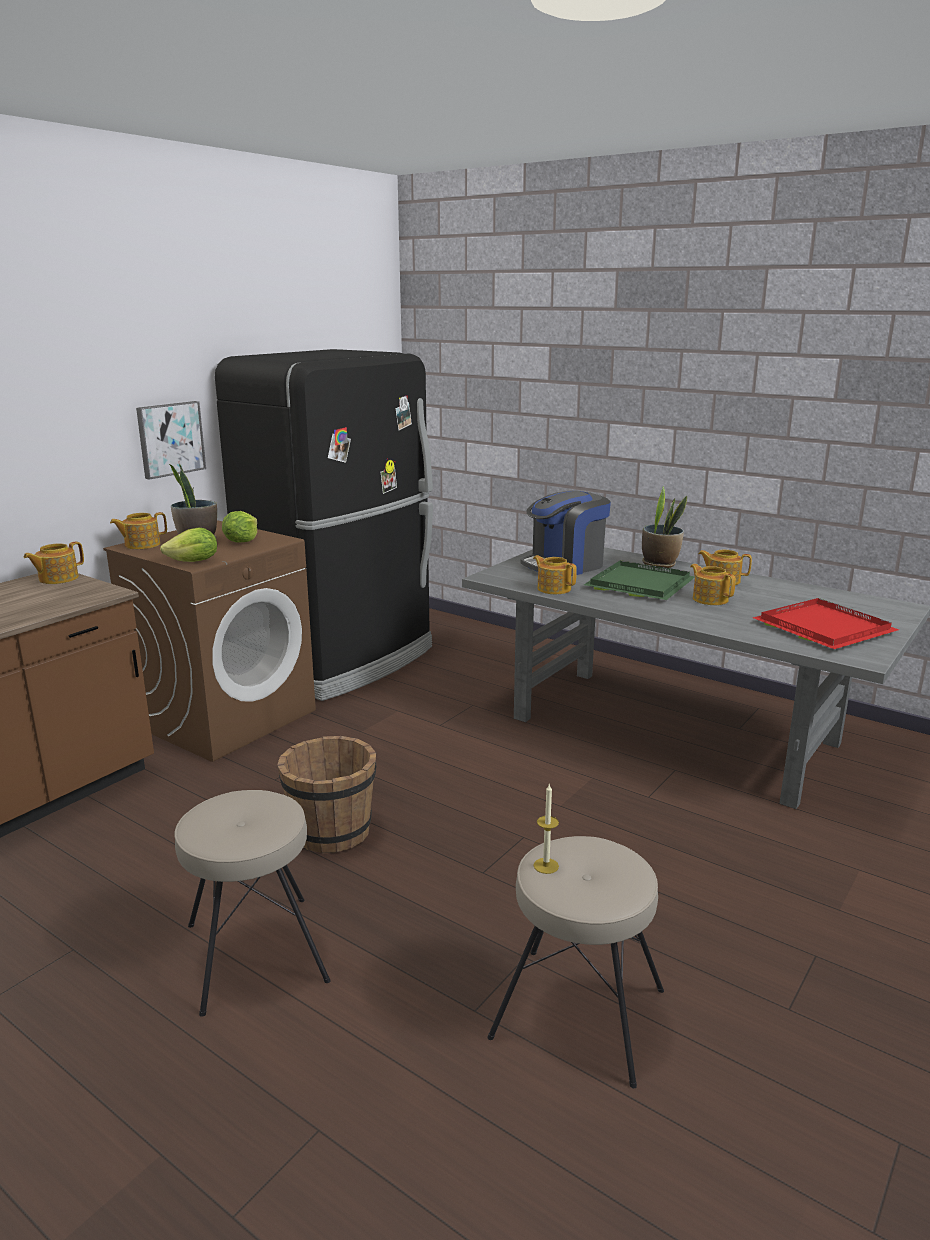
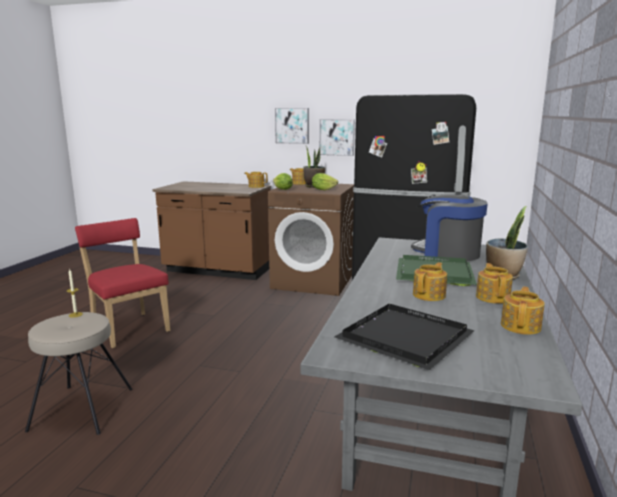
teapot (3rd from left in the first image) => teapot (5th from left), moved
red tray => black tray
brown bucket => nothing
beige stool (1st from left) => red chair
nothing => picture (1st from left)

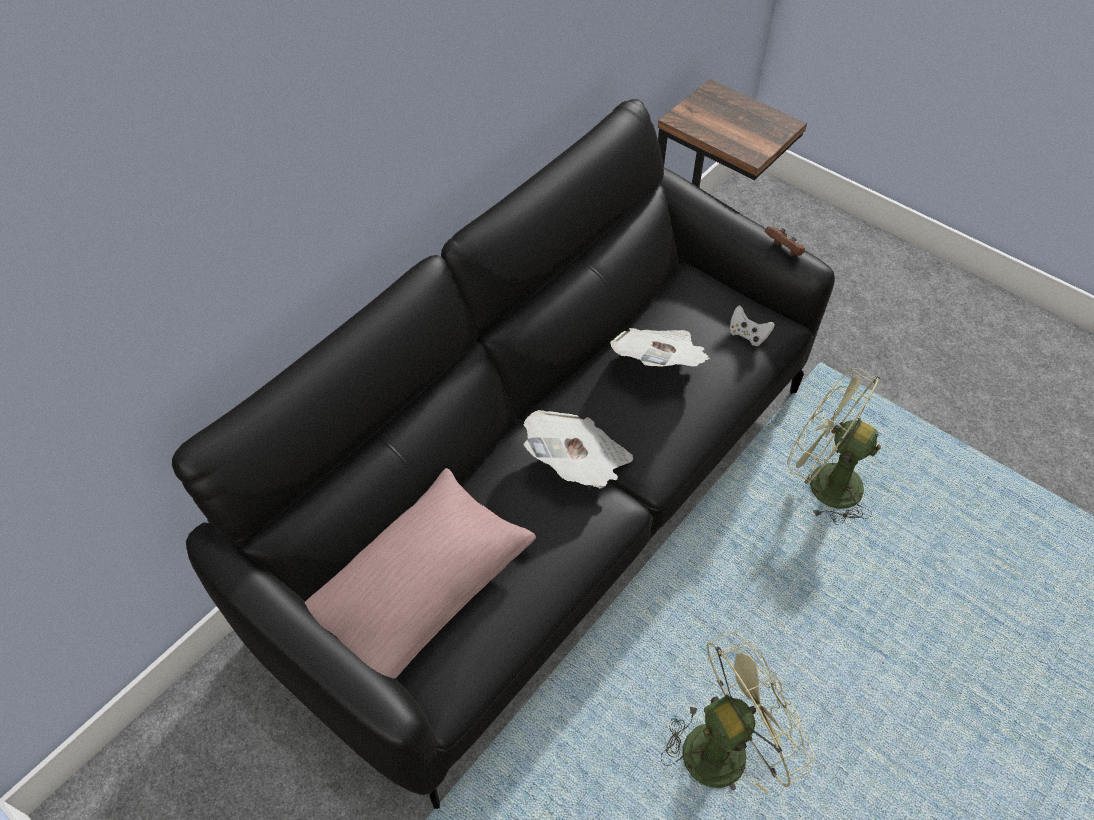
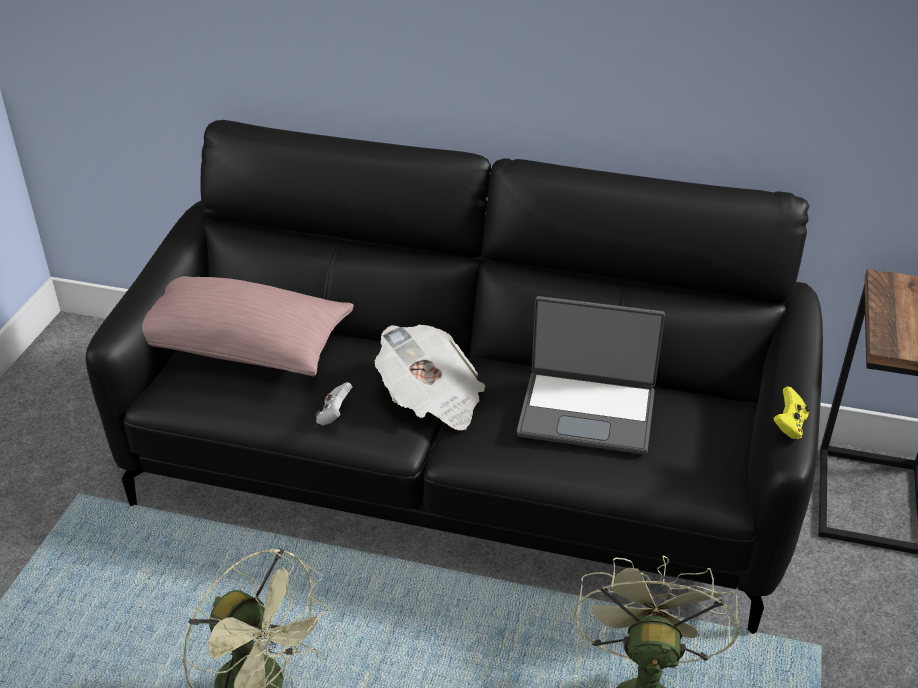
brown game controller => yellow game controller
white game controller, moved
newspaper (2nd from left) => laptop

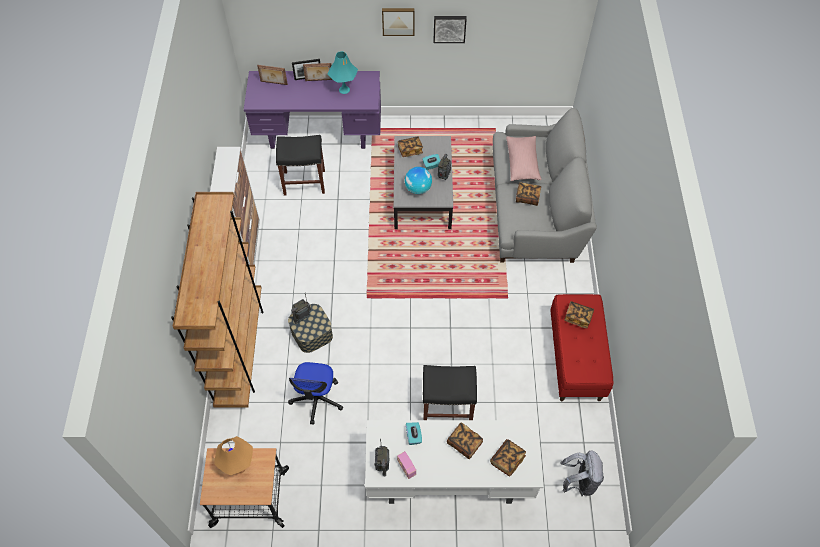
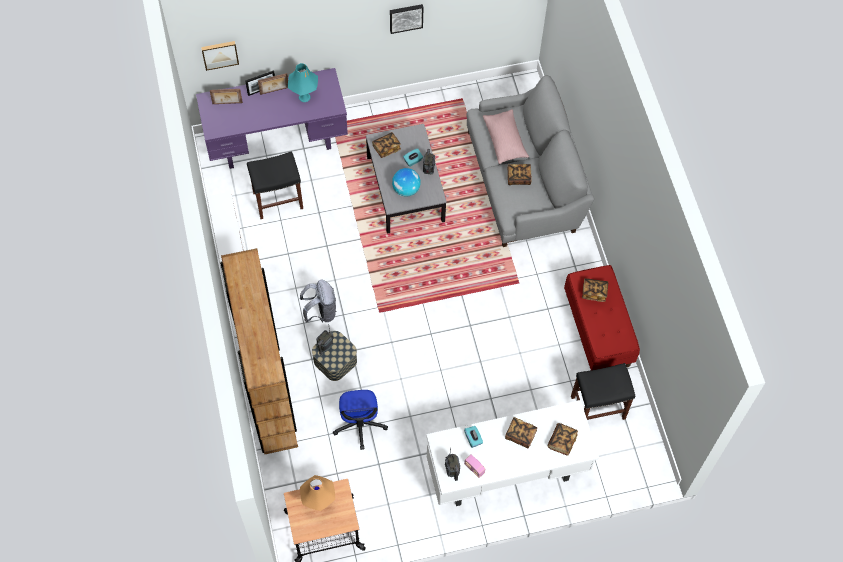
picture (1st from left), moved
black stool (2nd from left), moved
grey backpack, moved

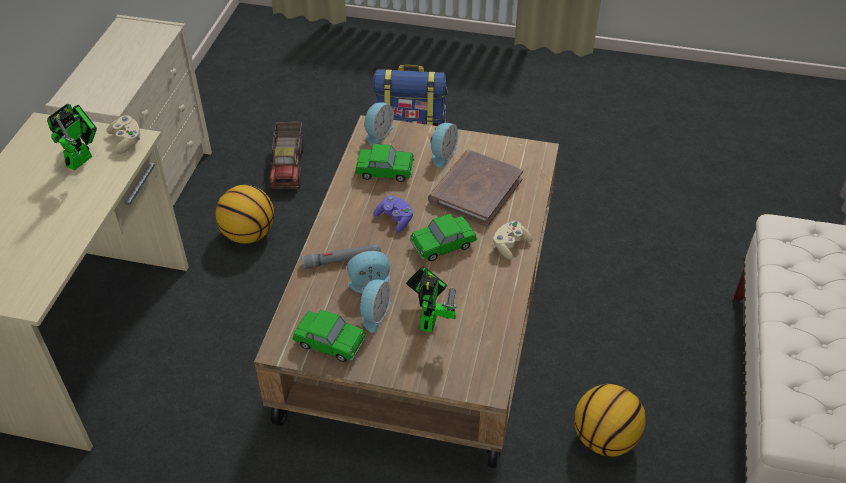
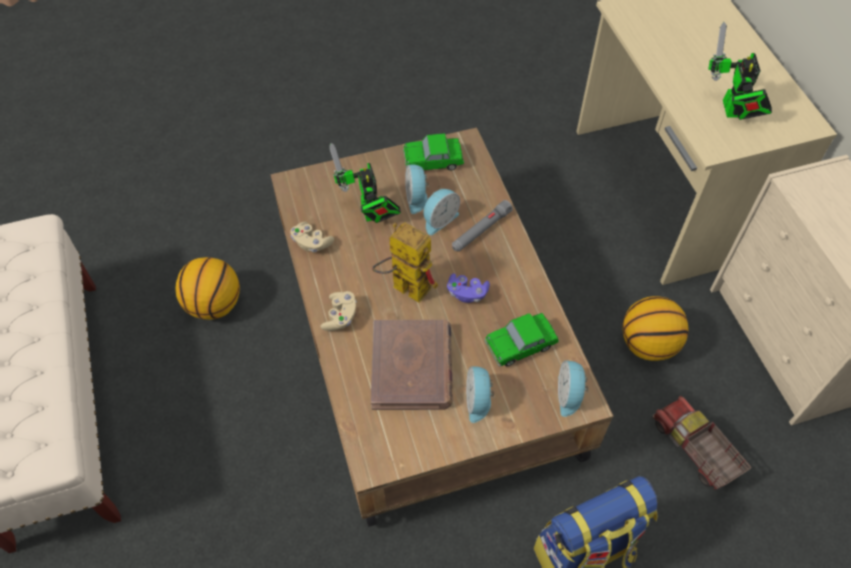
beige game controller (1st from left), moved
toy car (3rd from left) => toy robot (2nd from left)

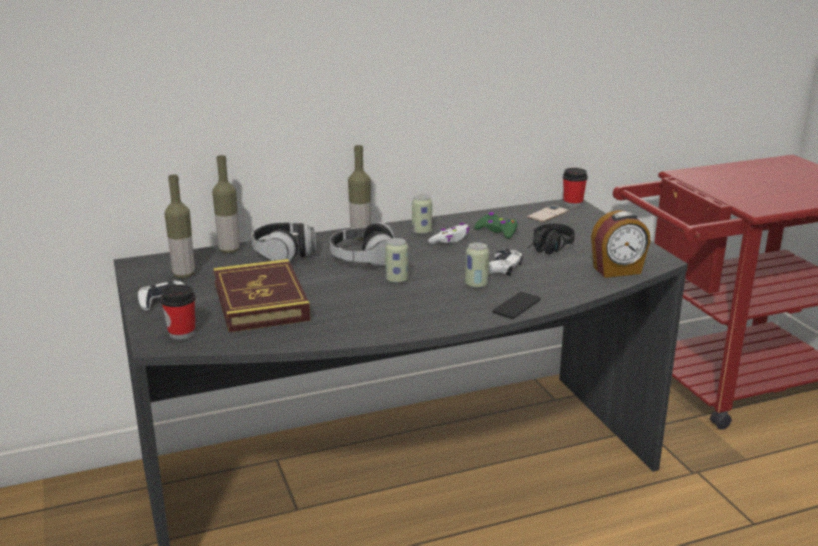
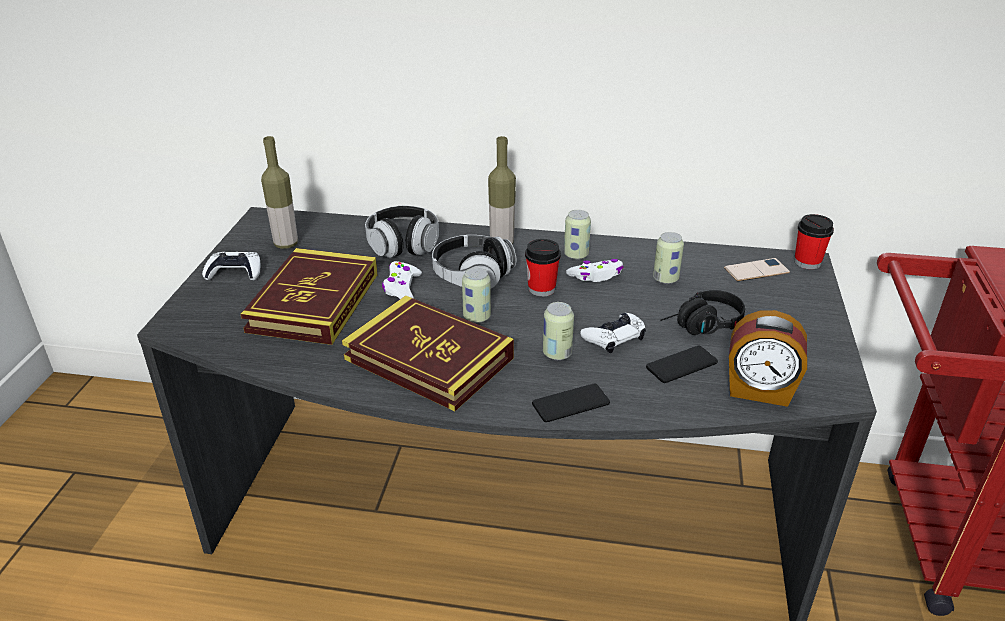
bottle (2nd from left) => nothing
green game controller => can (4th from left)
cup (1st from left), moved
nothing => white game controller (2nd from left)
nothing => book (2nd from left)
nothing => phone (2nd from left)

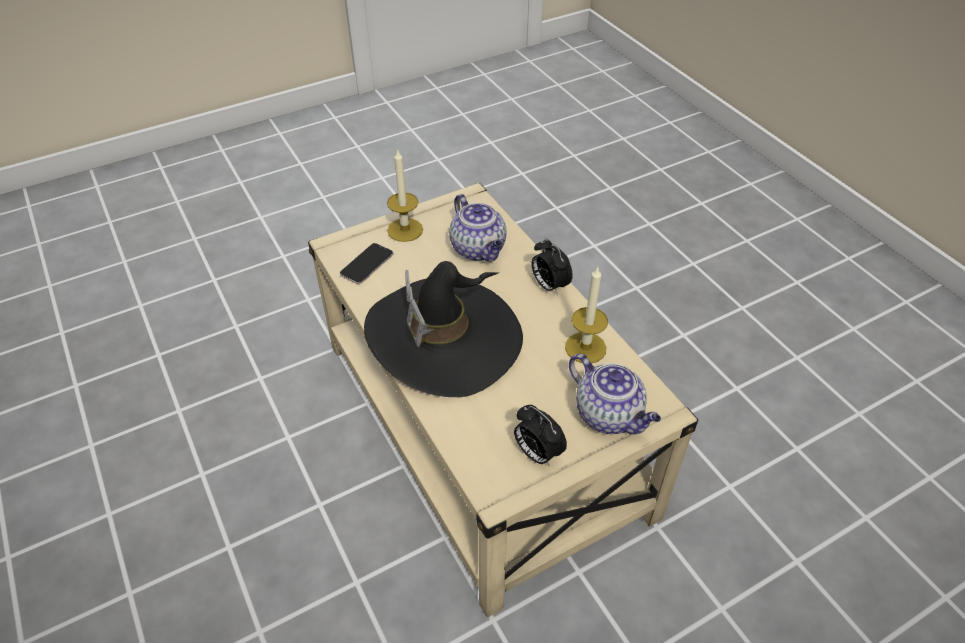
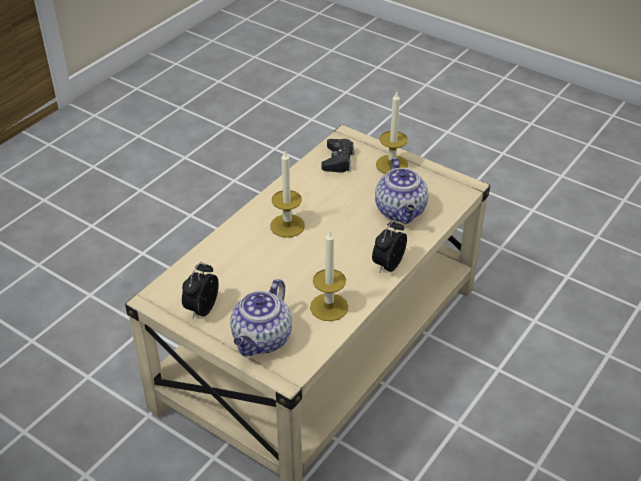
teapot (1st from left in the first image) => teapot (2nd from left), 45 degrees counterclockwise
phone => black game controller
black hat => candle (1st from left)

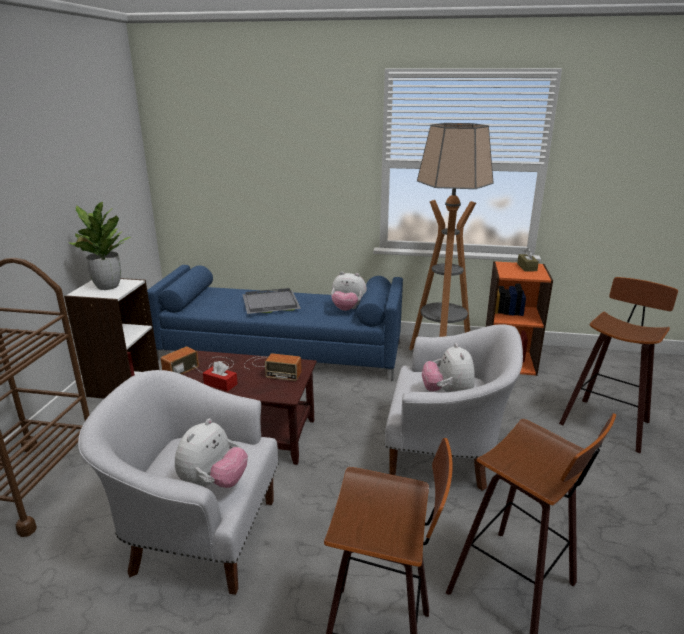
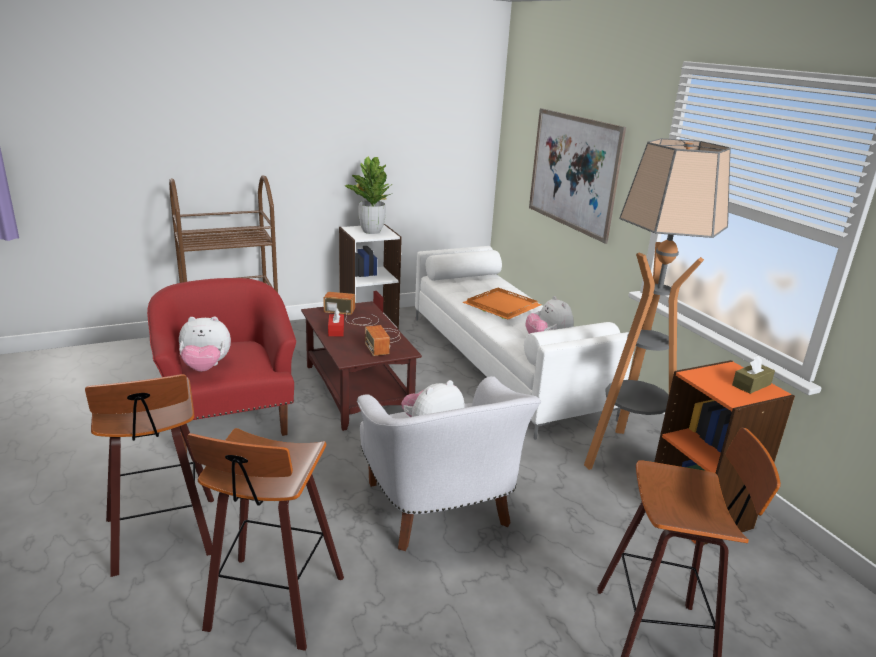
blue sofa => white sofa
grey tray => orange tray
white armchair (1st from left) => red armchair
nothing => picture

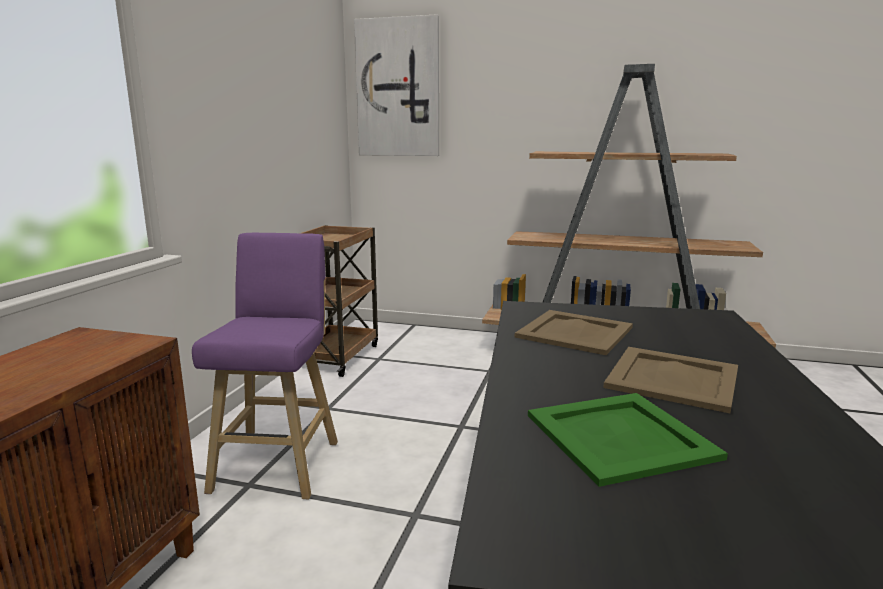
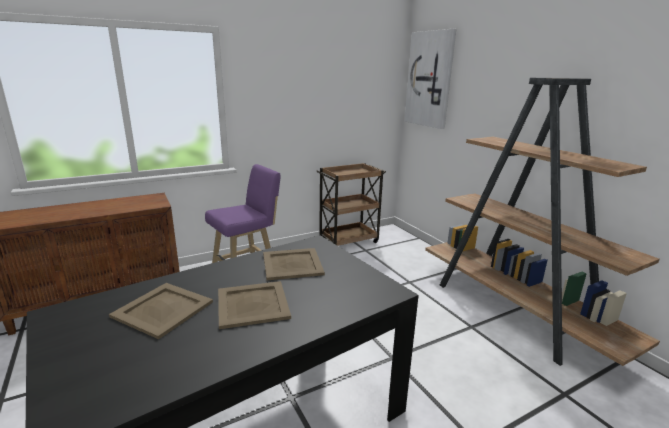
green tray => beige tray (1st from left)

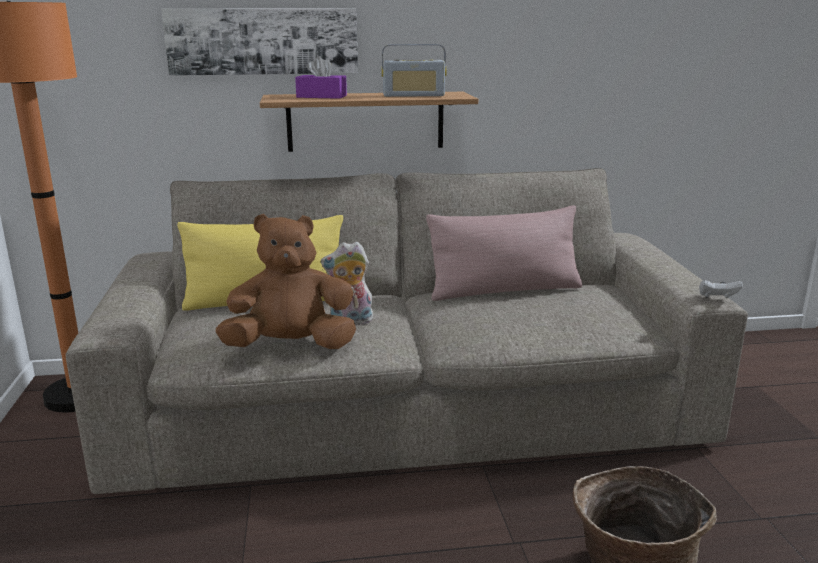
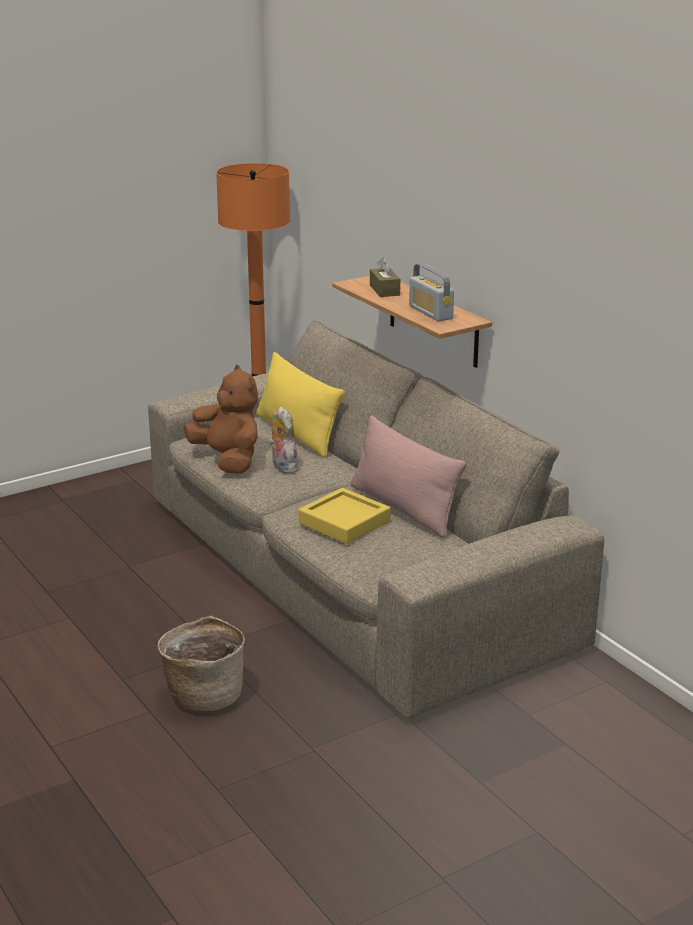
picture => nothing
purple tissue box => brown tissue box
white game controller => nothing
nothing => yellow tray

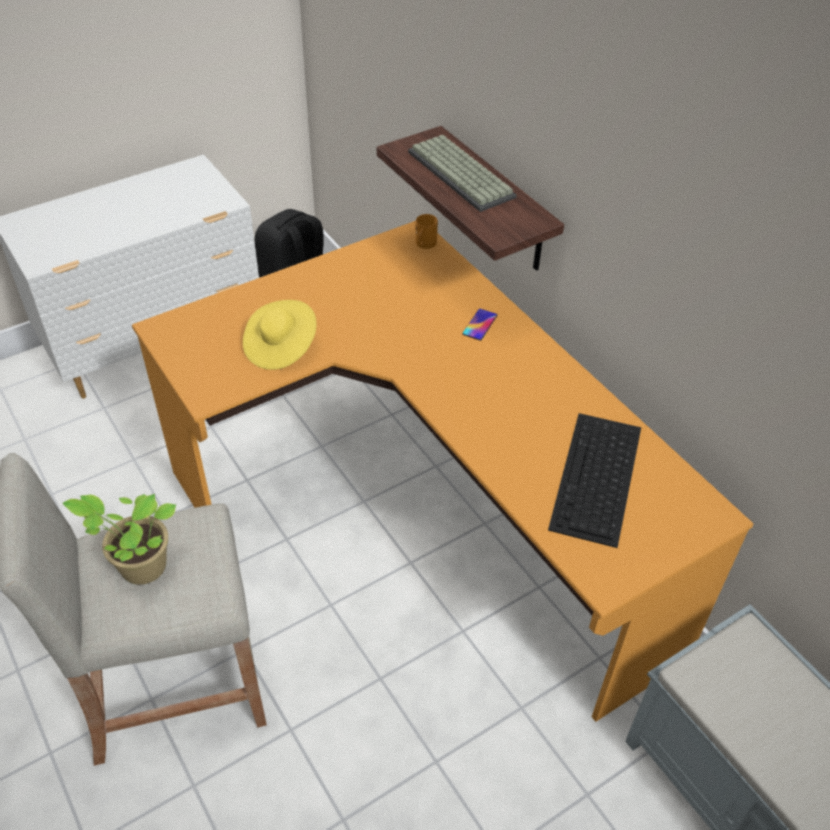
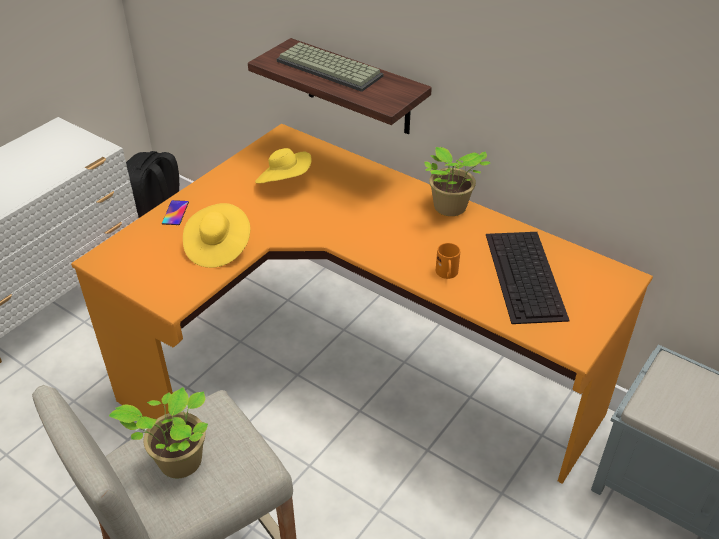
orange mug, moved
phone, moved
nothing => potted plant (2nd from left)
nothing => yellow hat (2nd from left)

